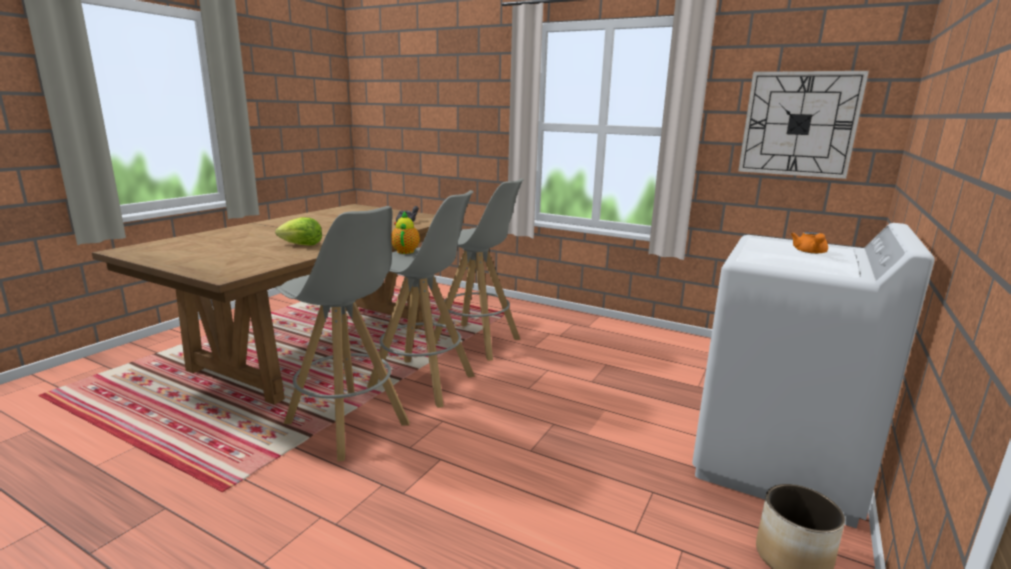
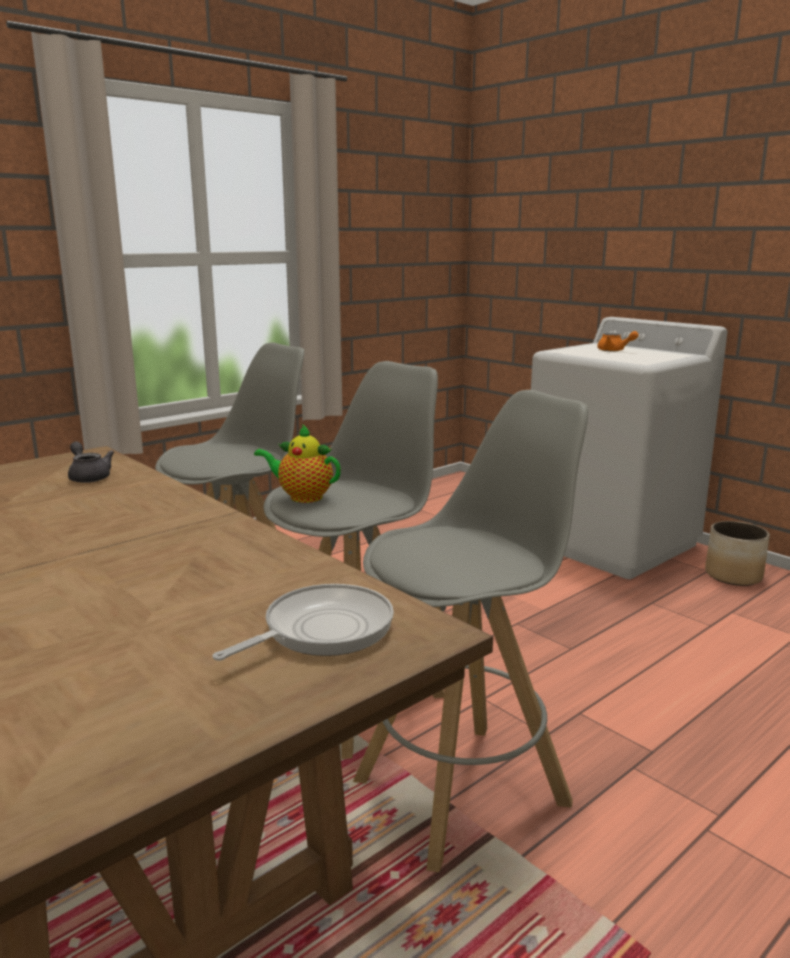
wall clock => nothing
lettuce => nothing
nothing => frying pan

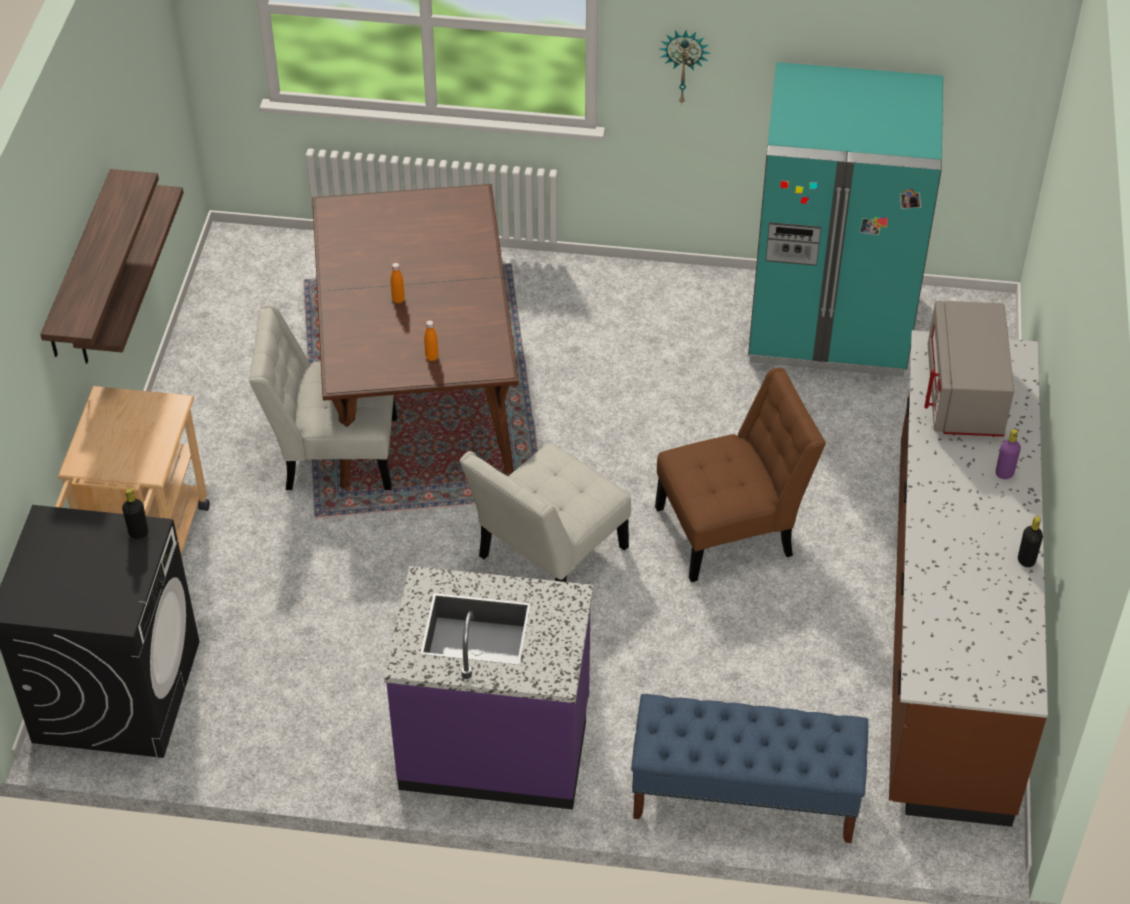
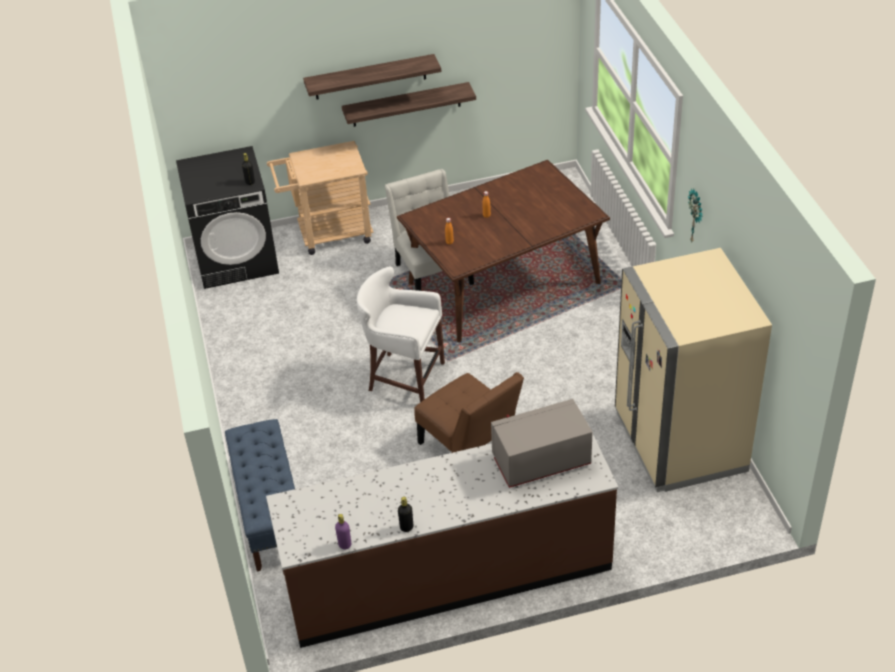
turquoise fridge => beige fridge
purple bottle, moved
white chair (2nd from left) => white stool
purple counter => nothing

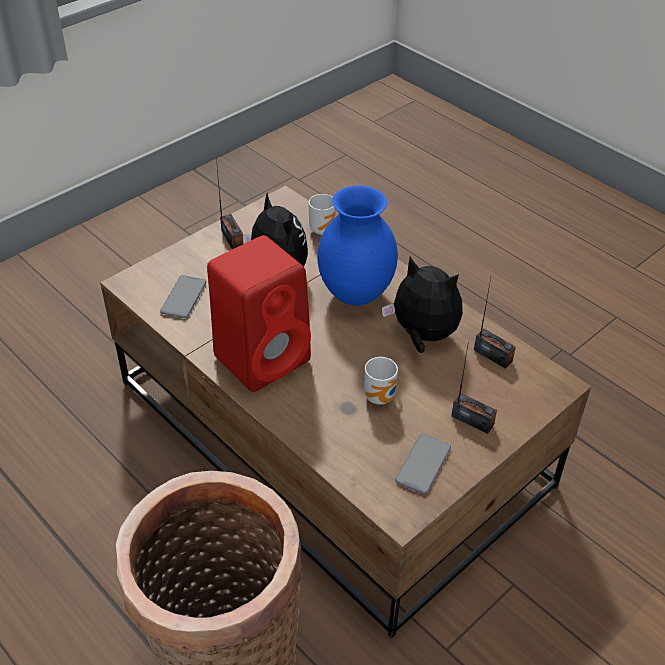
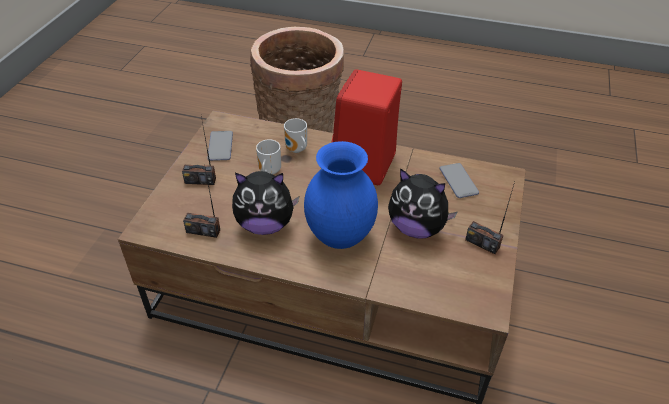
mug (1st from left in the first image) => mug (2nd from left), moved

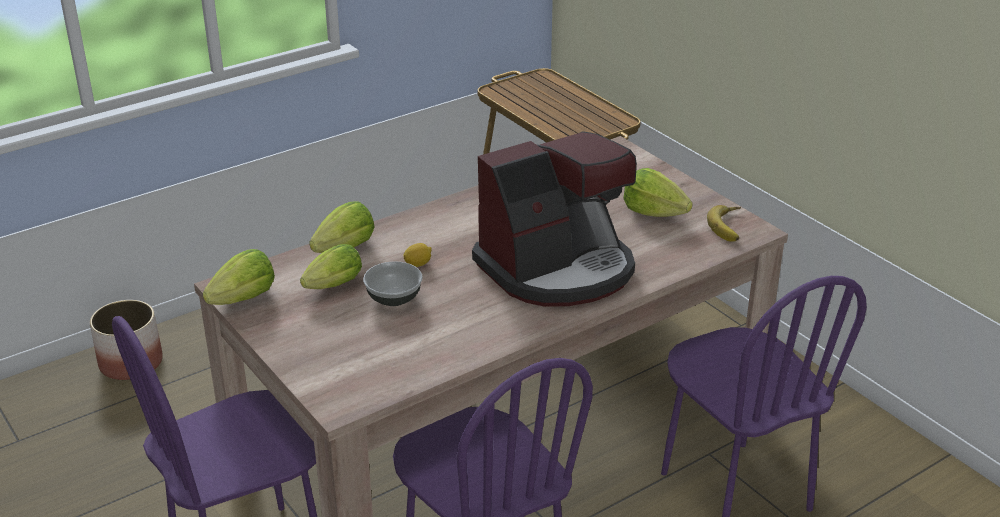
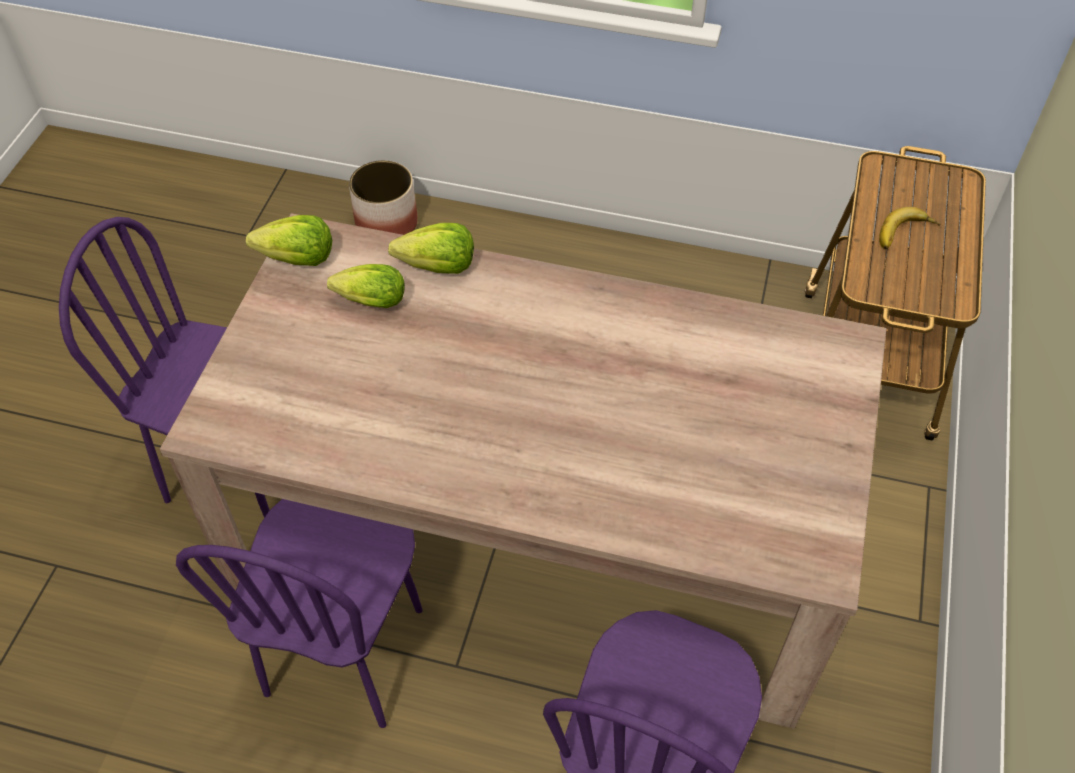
coffee machine => nothing
lettuce (4th from left) => nothing
banana, moved
lemon => nothing
bowl => nothing

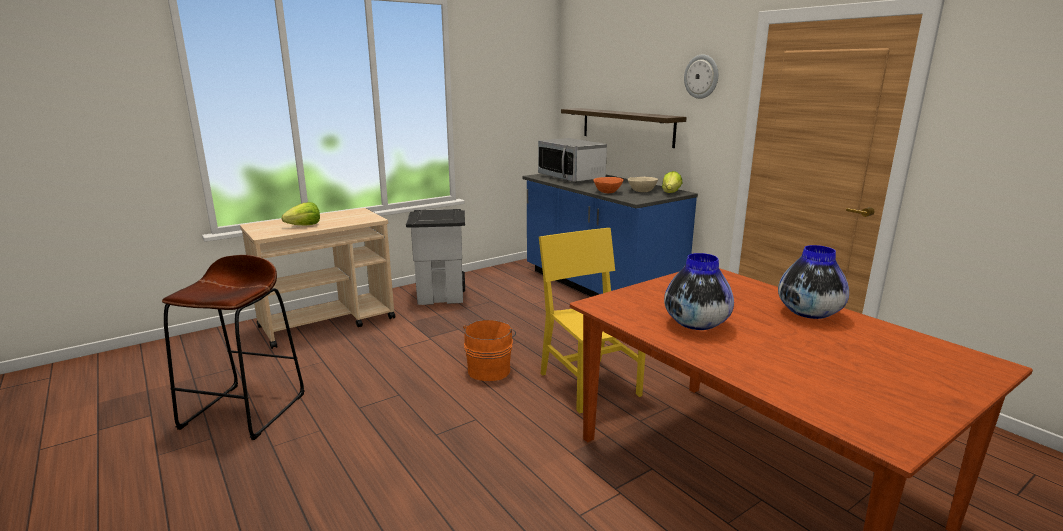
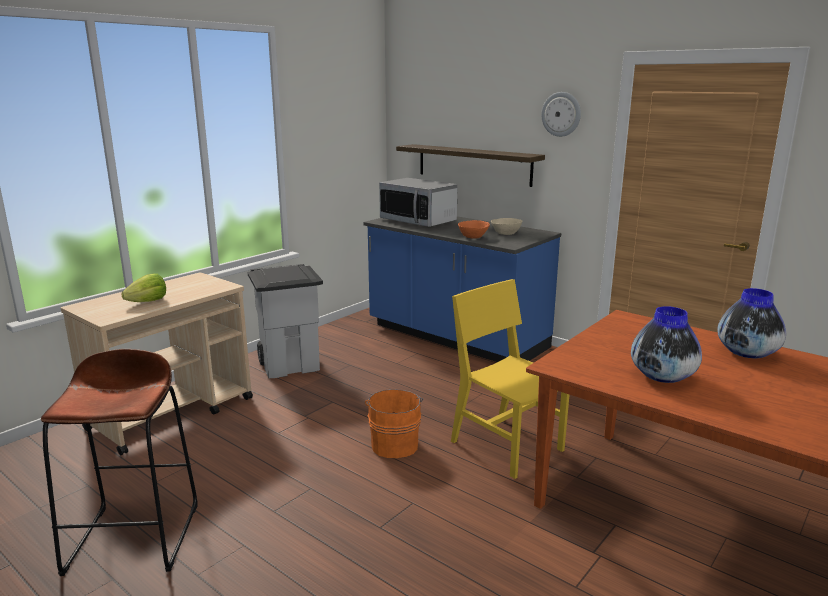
lettuce (2nd from left) => nothing

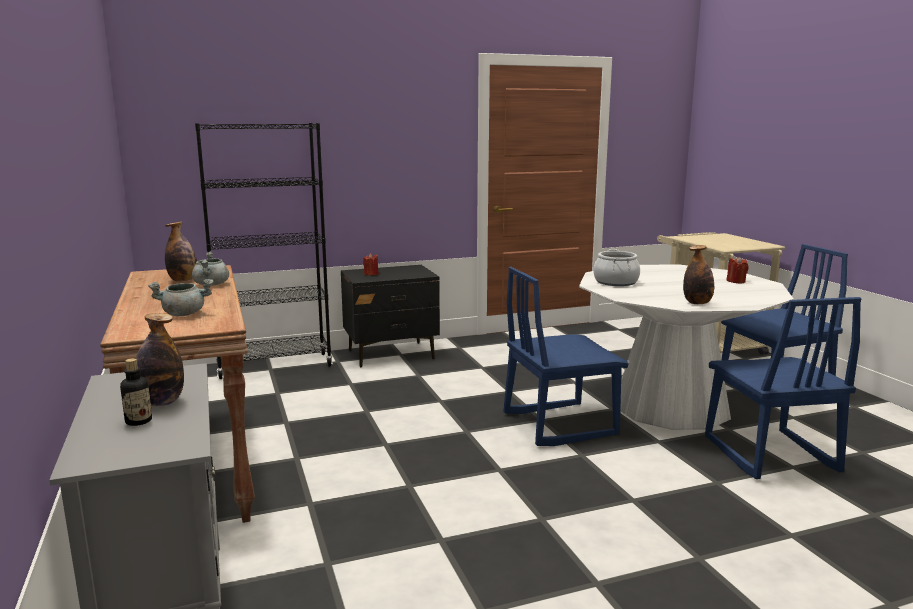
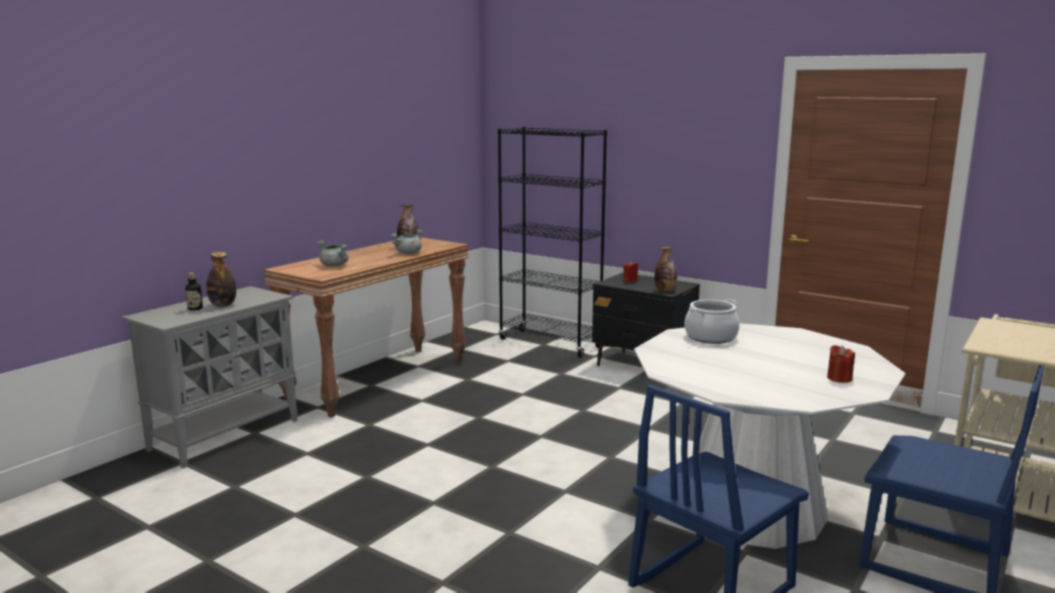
bottle (4th from left), moved
blue chair (1st from left) => nothing

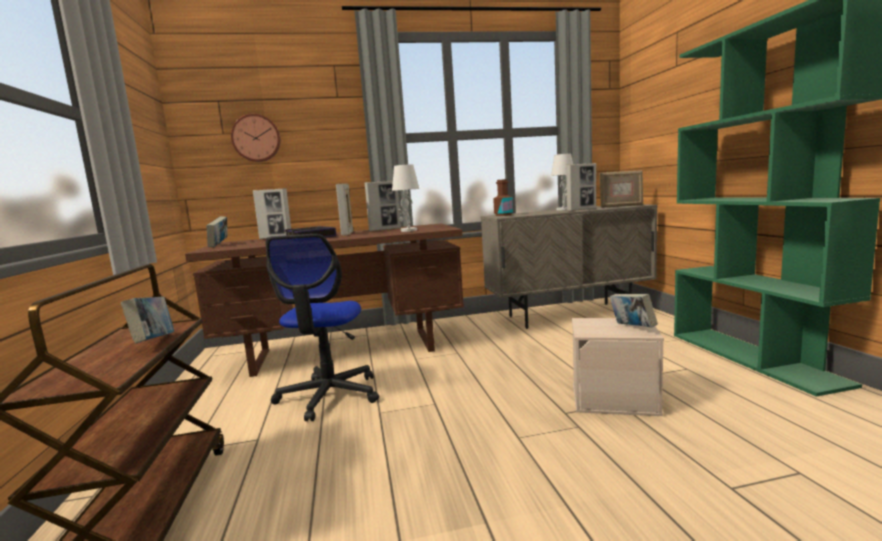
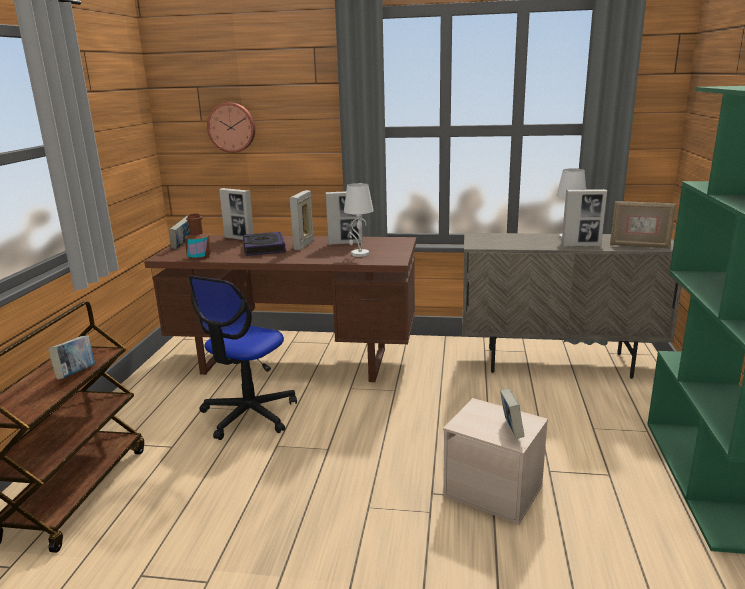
brown bottle, moved

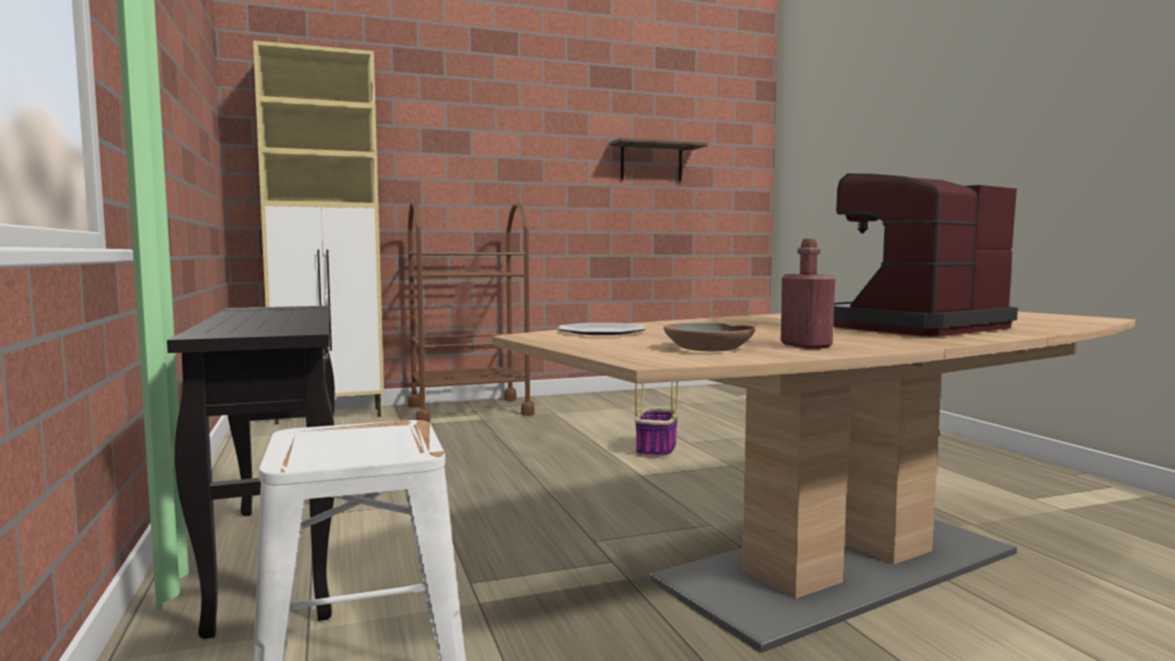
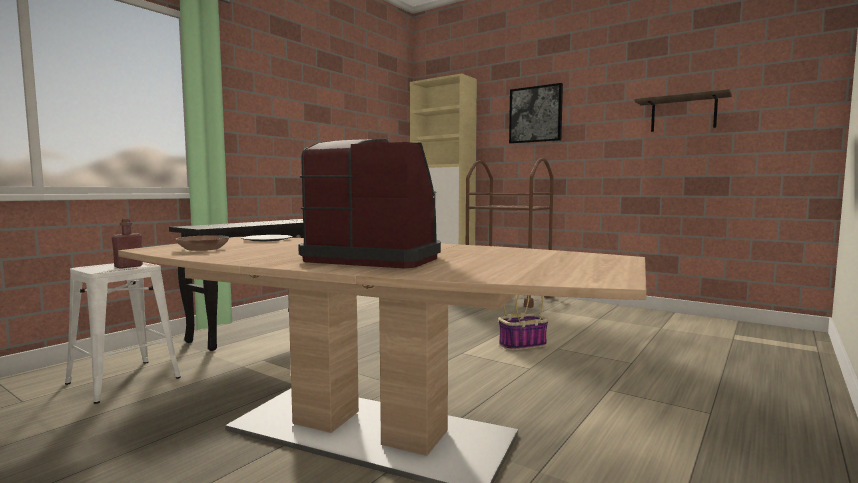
red bottle, moved
nothing => picture

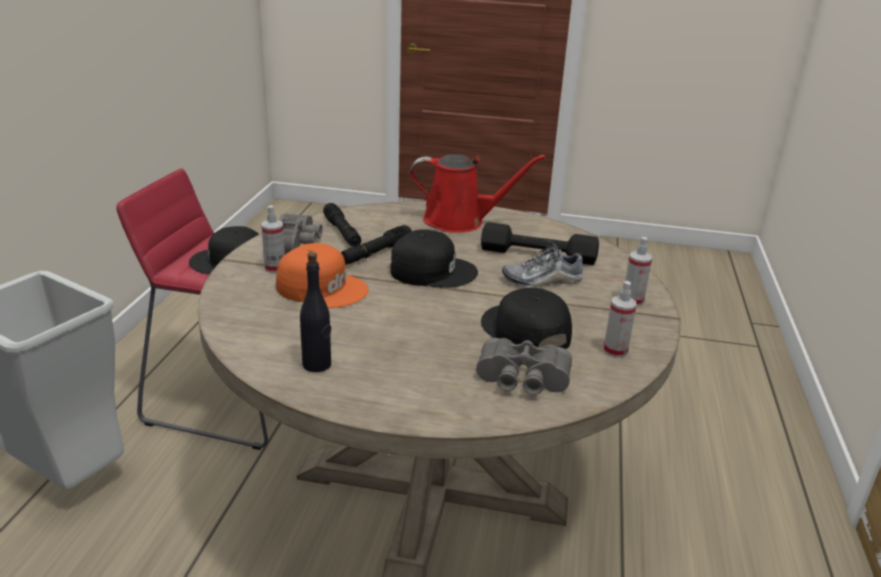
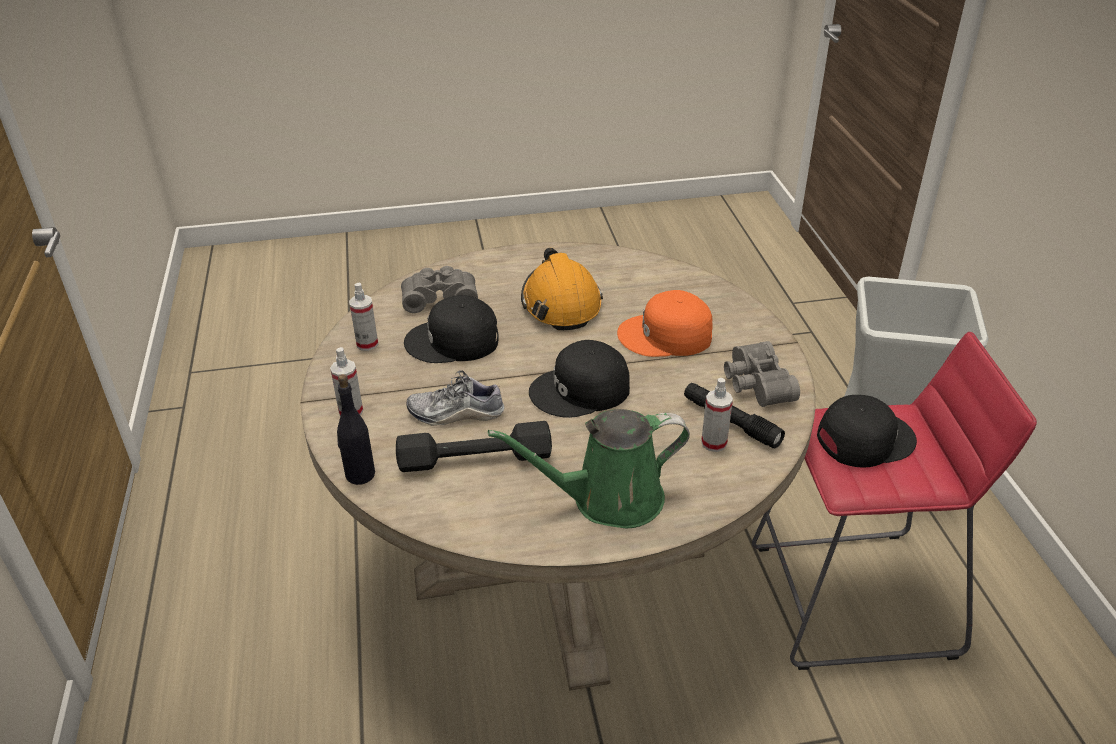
red watering can => green watering can
spray bottle (1st from left in the first image) => spray bottle (3rd from left), moved
black flashlight (2nd from left) => nothing
shoe, 150 degrees counterclockwise
black bottle, moved
black cap (3rd from left in the first image) => black cap (1st from left), 135 degrees clockwise
nothing => orange hard hat

